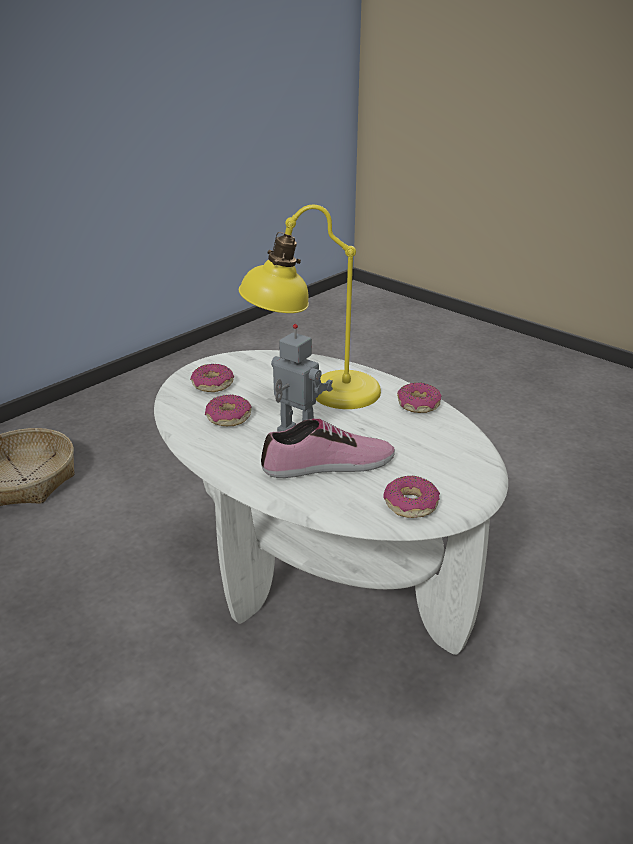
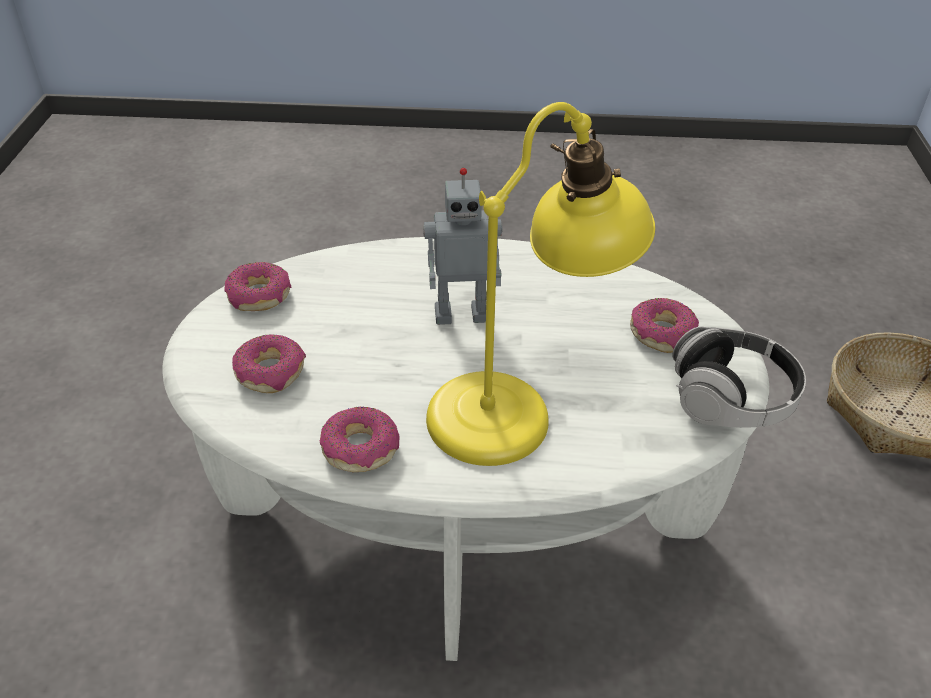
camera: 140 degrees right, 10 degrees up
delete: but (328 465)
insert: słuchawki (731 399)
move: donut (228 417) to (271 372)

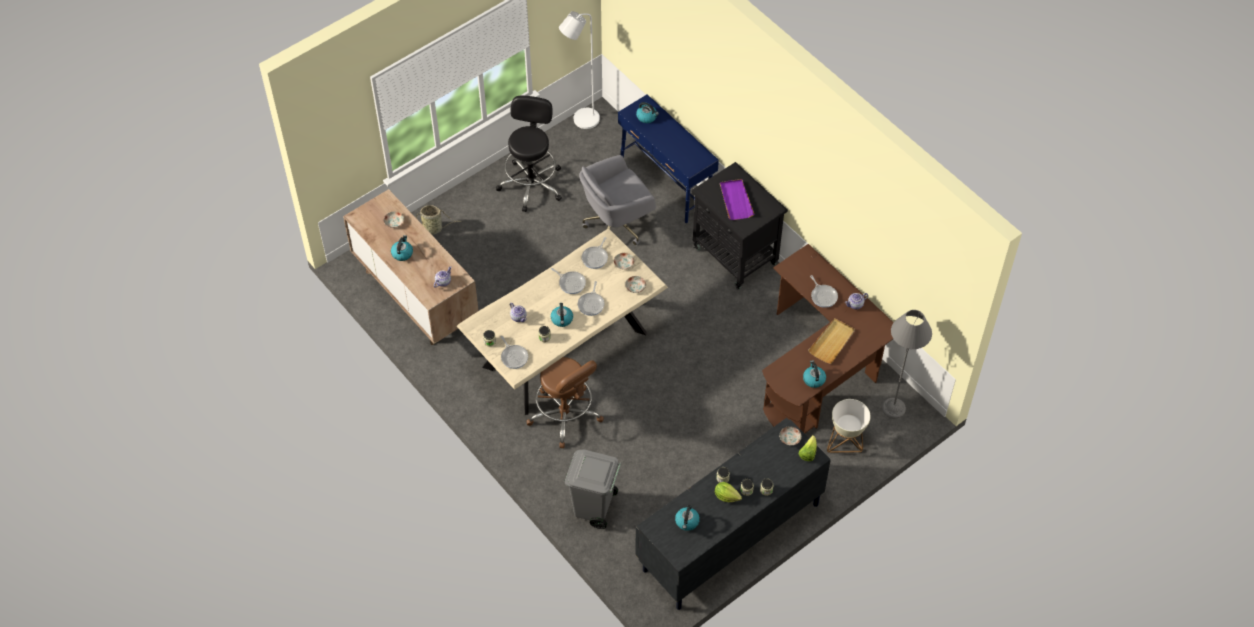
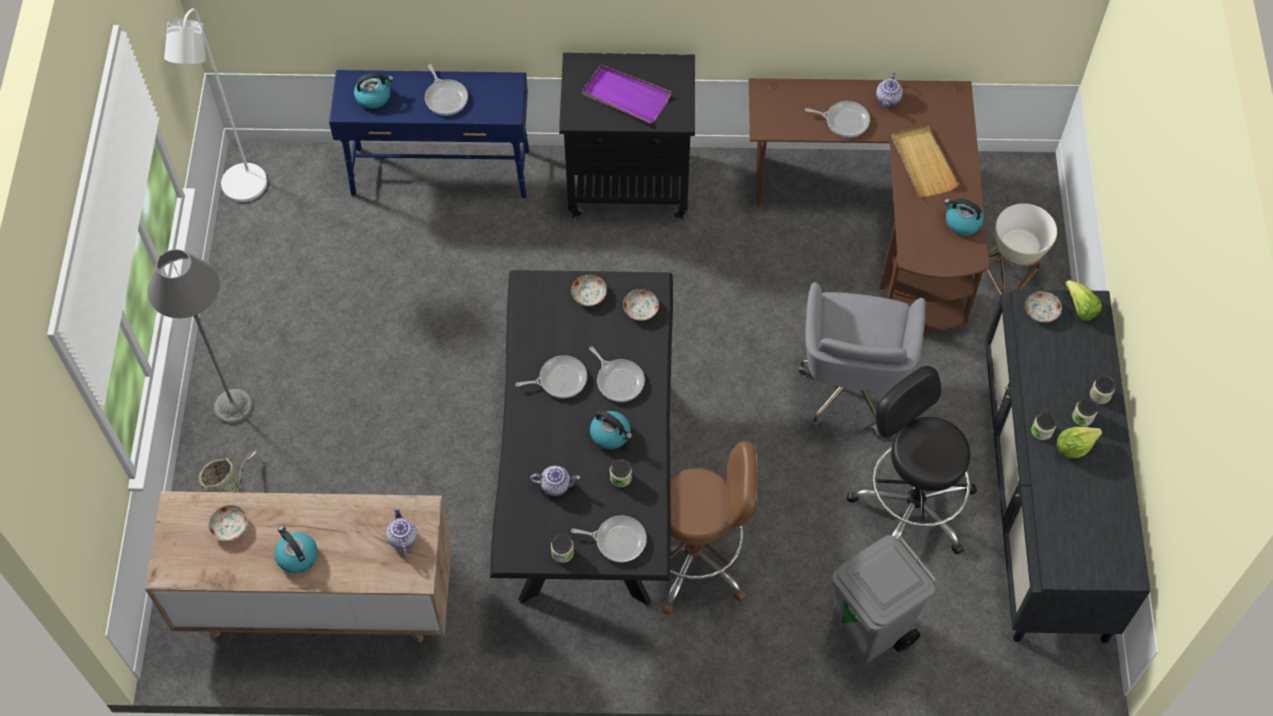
camera: 50 degrees left, 5 degrees up
delete: czajnik (687 522)
move: lampa stojąca (szary) (893 408) to (234 406); patelnia (595 257) to (446 97); krzesło biurowe (szary) (617 227) to (850 386); stołek (czarny) (531 184) to (911 505)
recolor: stół jadalny (beżowy) (565 350) to stół jadalny (czarny) (589 480)

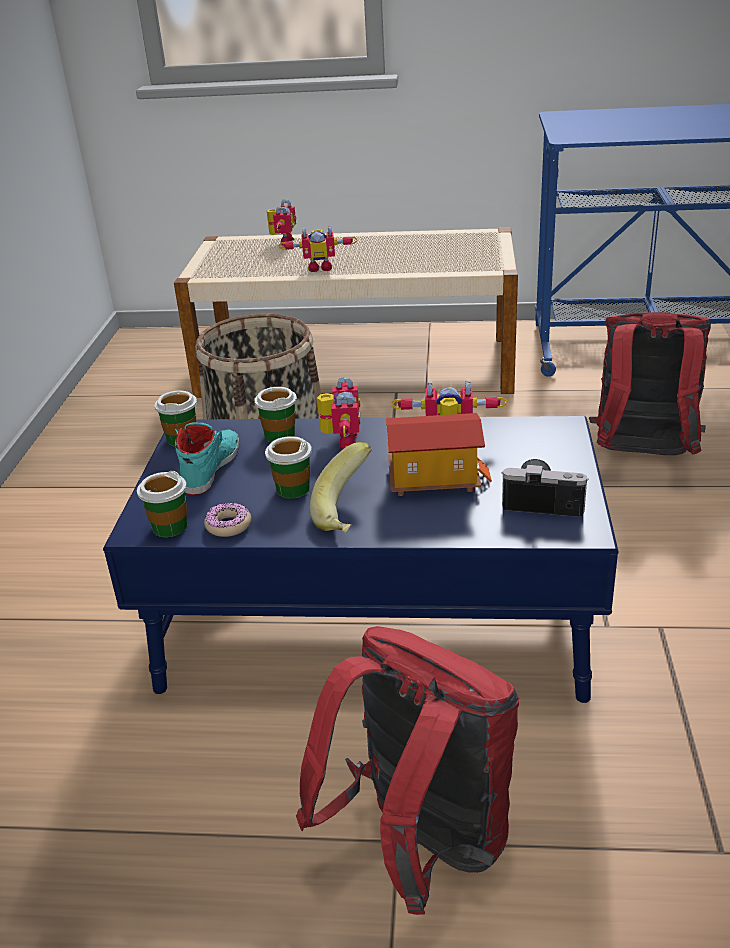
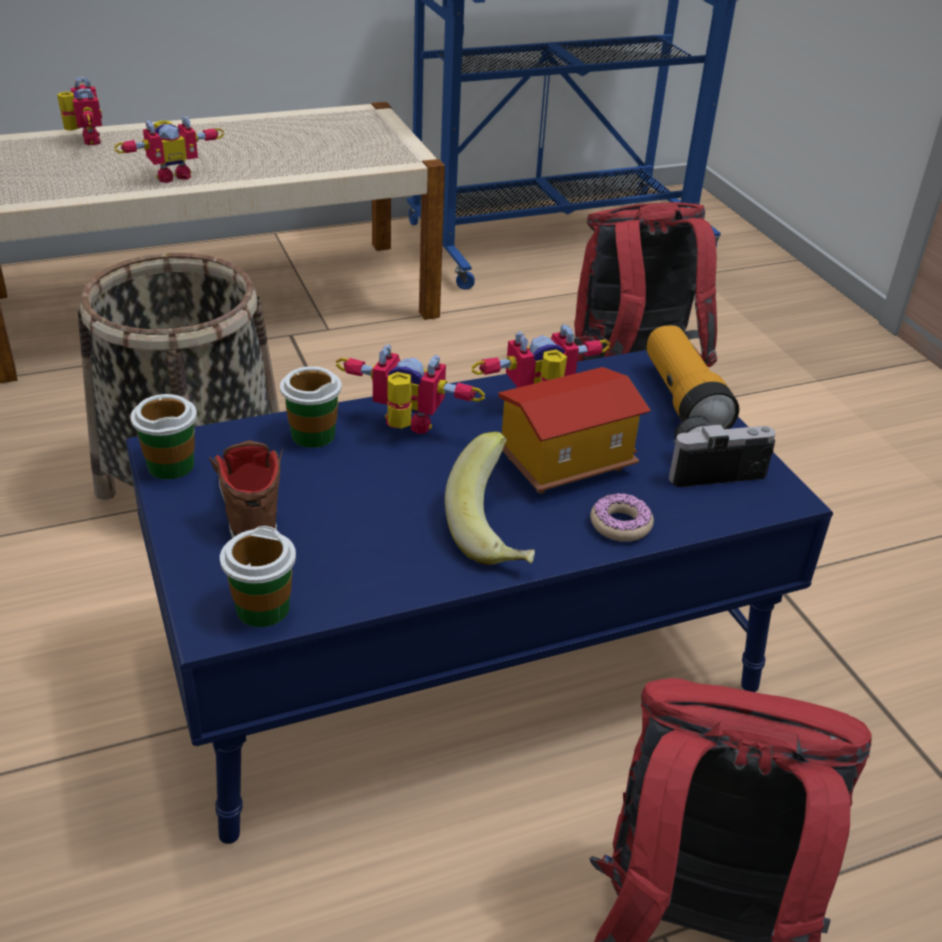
camera: 30 degrees left, 5 degrees up
delete: filiżanka (292 489)
insert: latarka (683 400)
move: donut (228 525) to (620 524)
recolor: but (turkusowy) (210 467) to but (brązowy) (250 502)
rotate: robot zabawkowy (341 441) = (405 429) 45 degrees counterclockwise

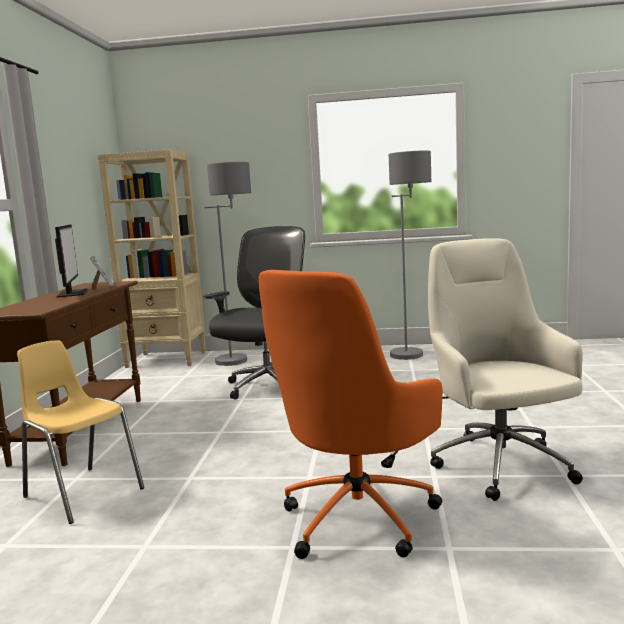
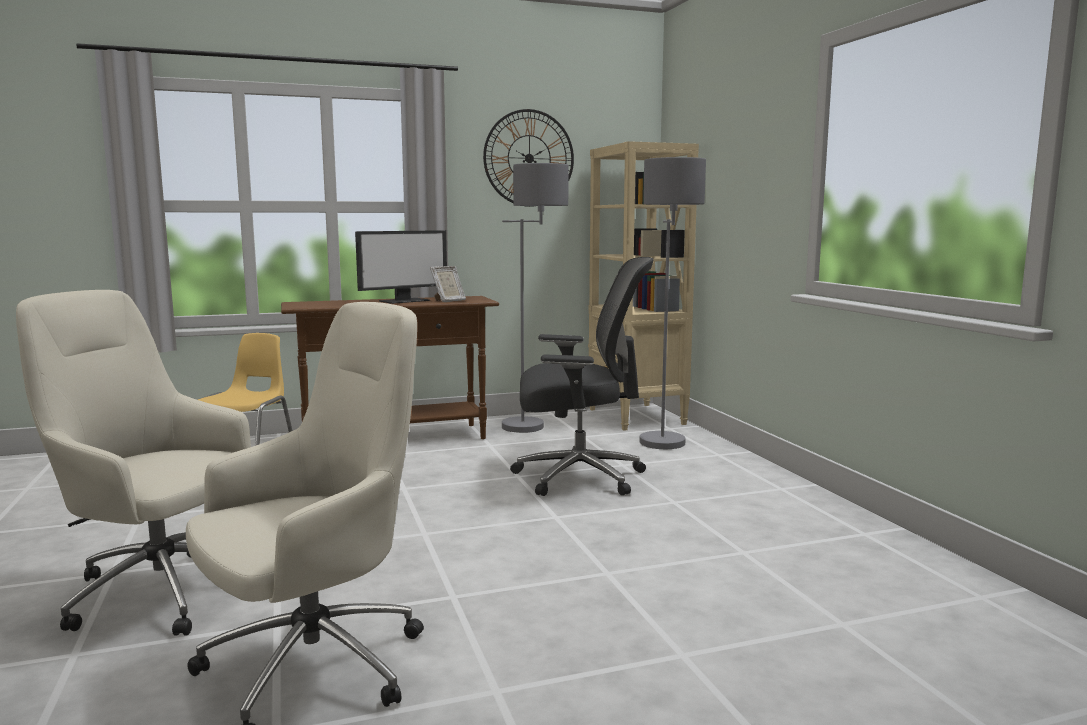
camera: 65 degrees right, 0 degrees up
insert: zegar ścienny (529 158)
move: lampa stojąca (szary) (412 353) to (534 428)
recolor: krzesło biurowe (pomarańczowy) (357 520) to krzesło biurowe (beżowy) (161 594)

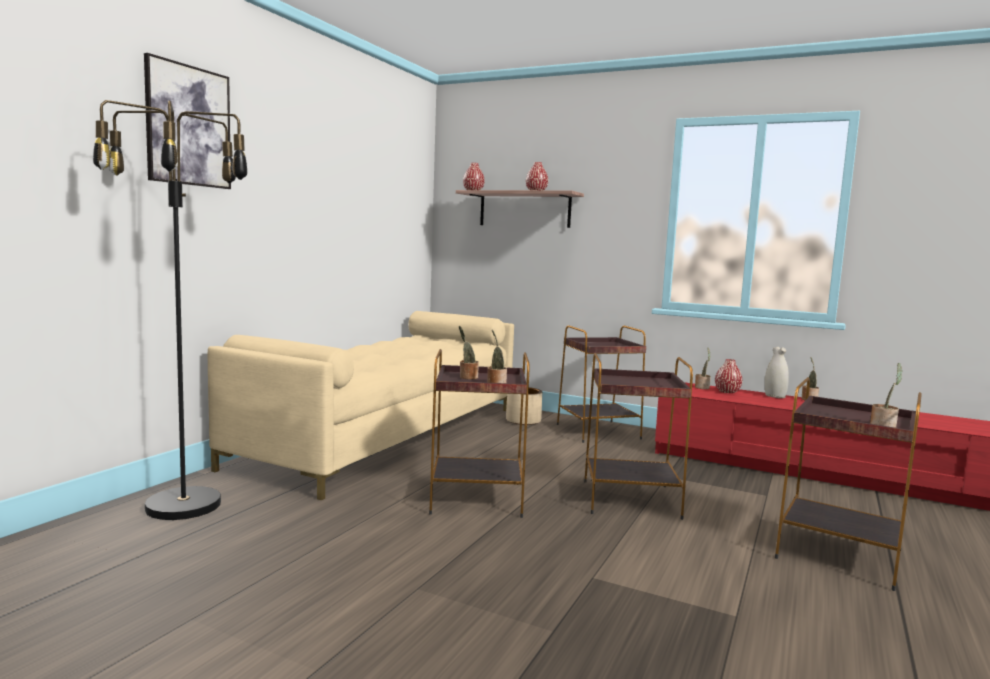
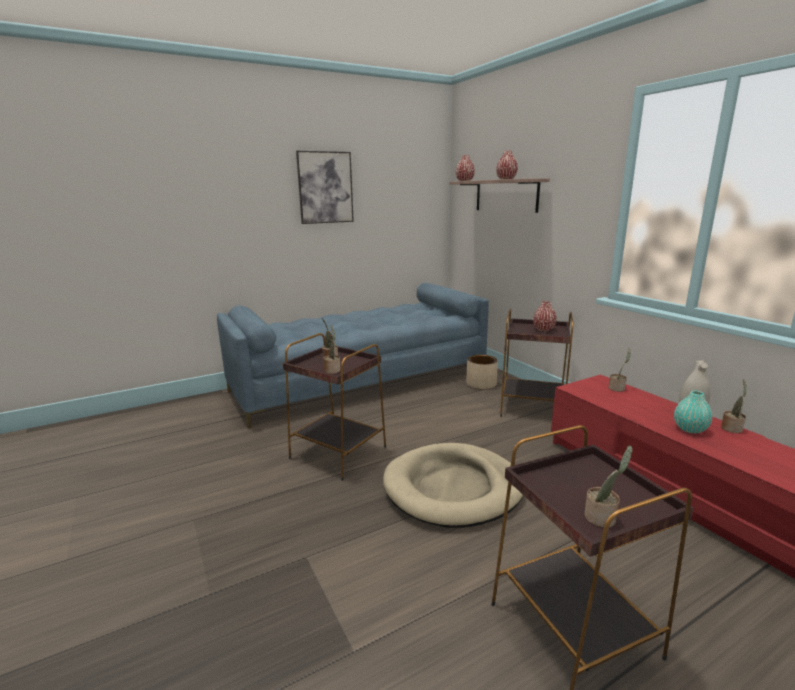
camera: 35 degrees right, 10 degrees up
delete: lampa stojąca (183 506)
insert: wazon (turkusowy) (689 429)
move: obraz (188 126) to (325 187); wazon (czerwony) (727 391) to (543 329)
replace: stolik (brązowy) (631 499) to legowisko (beżowy) (453 488)
recolor: kanapa (beżowy) (386 435) to kanapa (niebieski) (361 380)

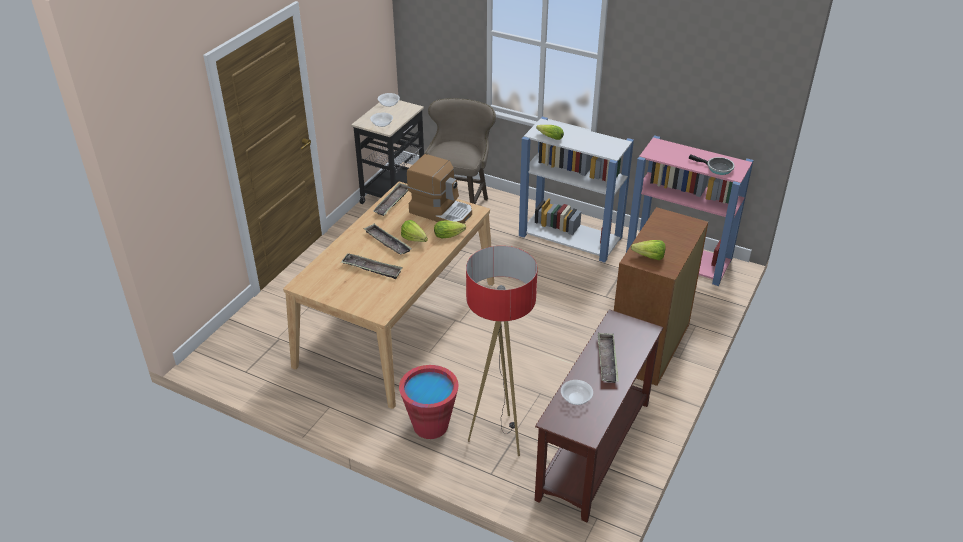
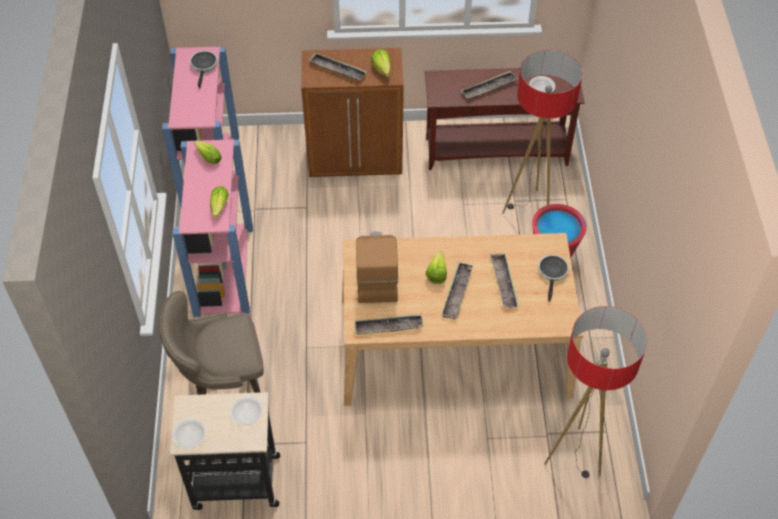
camera: 120 degrees left, 15 degrees up
insert: taca (337 69); patelnia (552 273); lampa stojąca (574 456)
move: sałata (450 235) to (207 156)
recolor: regał (biały) (570 237) to regał (różowy) (224 269)

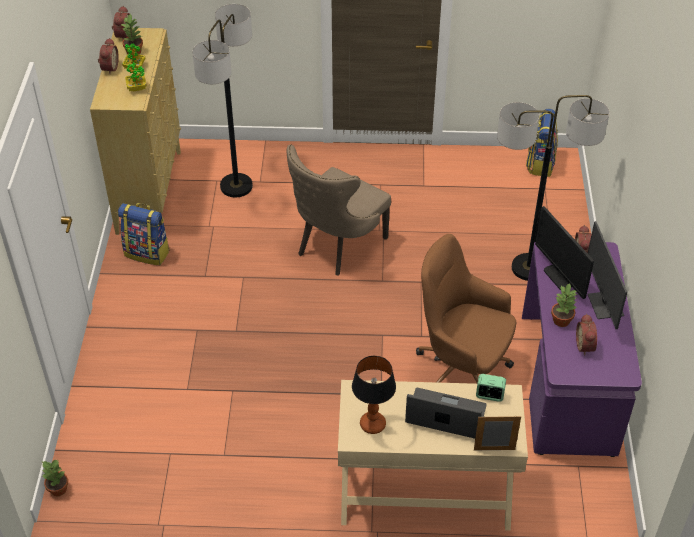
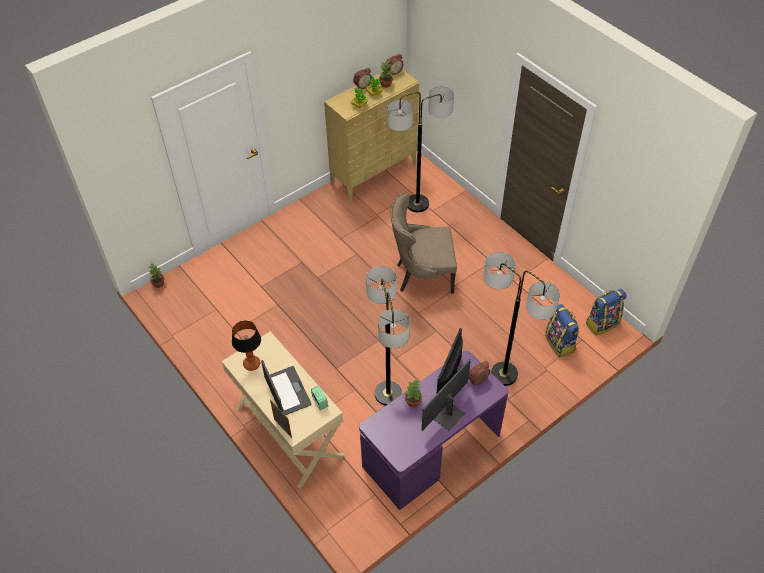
camera: 50 degrees right, 5 degrees up
delete: budzik (586 346)
move: plecak (148 253) to (560 343)
replace: krzesło biurowe (brązowy) (461 372) to lampa stojąca (388 393)

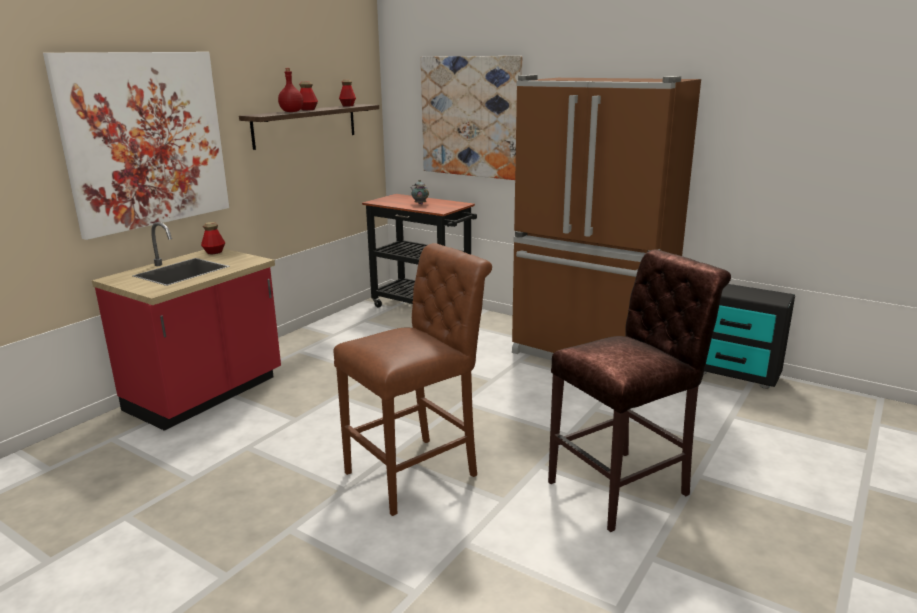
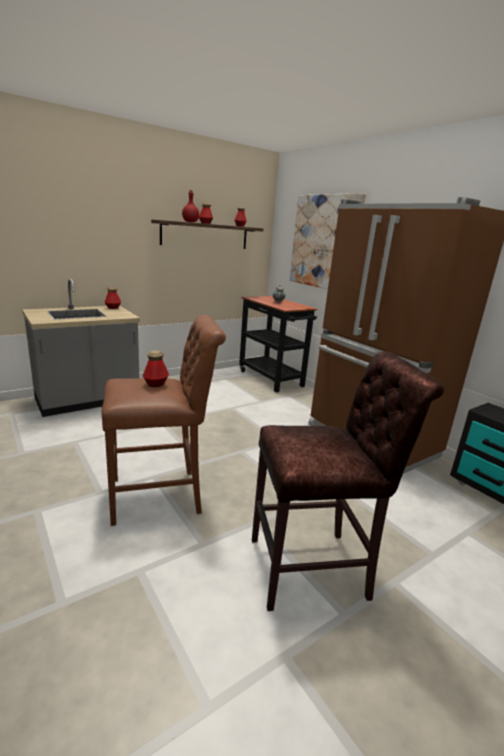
camera: 20 degrees right, 0 degrees up
delete: obraz (146 140)
insert: butelka (156 384)
recolor: zabudowa kuchenna (czerwony) (206 395) to zabudowa kuchenna (szary) (88 401)

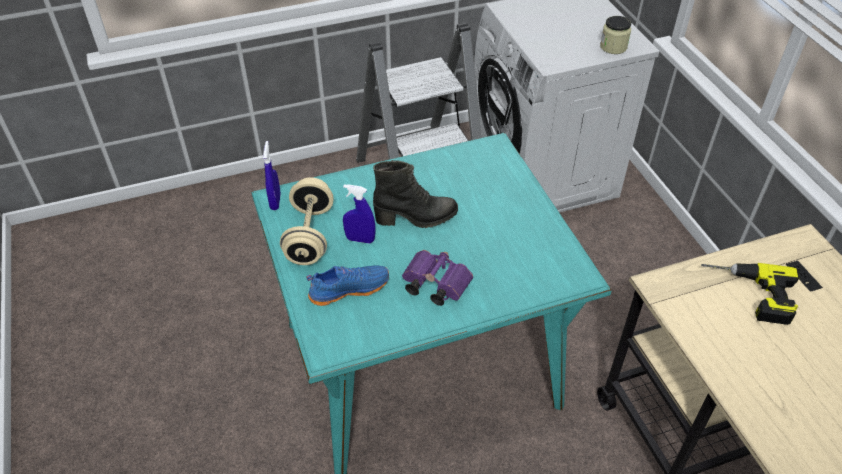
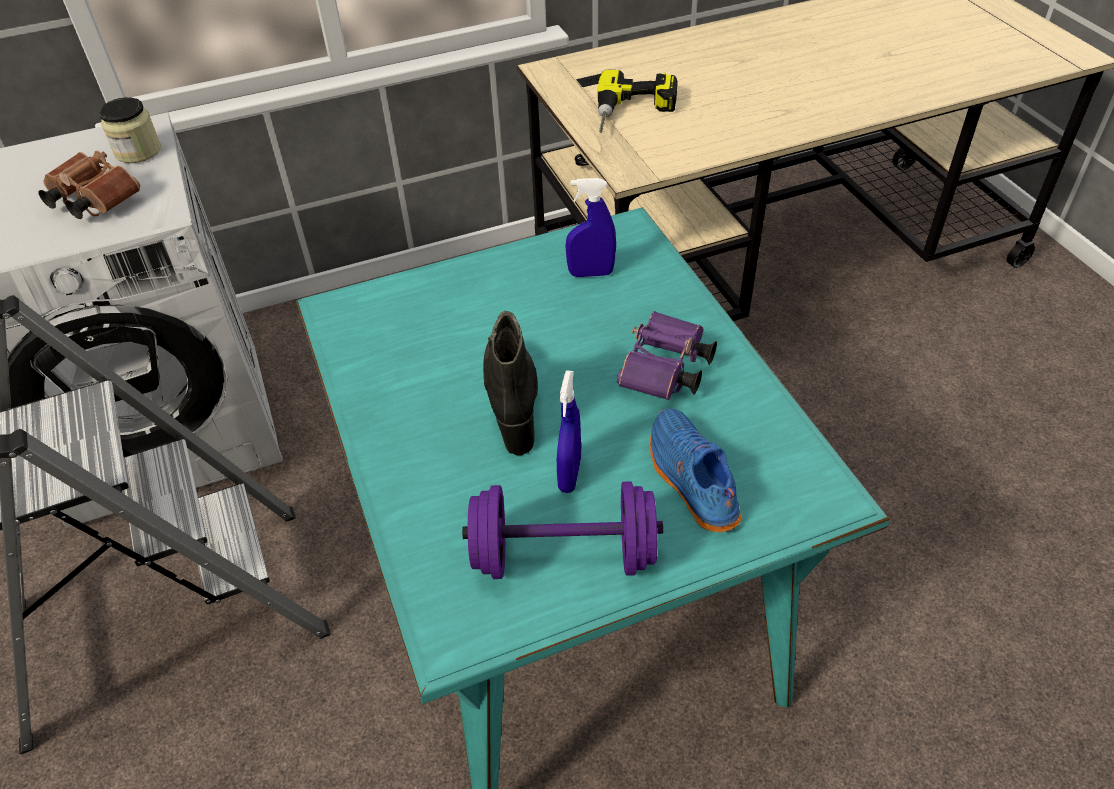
camera: 90 degrees left, 0 degrees up
insert: lornetka (brązowy) (92 200)
move: spryskiwacz (niebieski) (275 202) to (591 273)
recolor: hantel (beżowy) (309 235) to hantel (fioletowy) (563 556)

